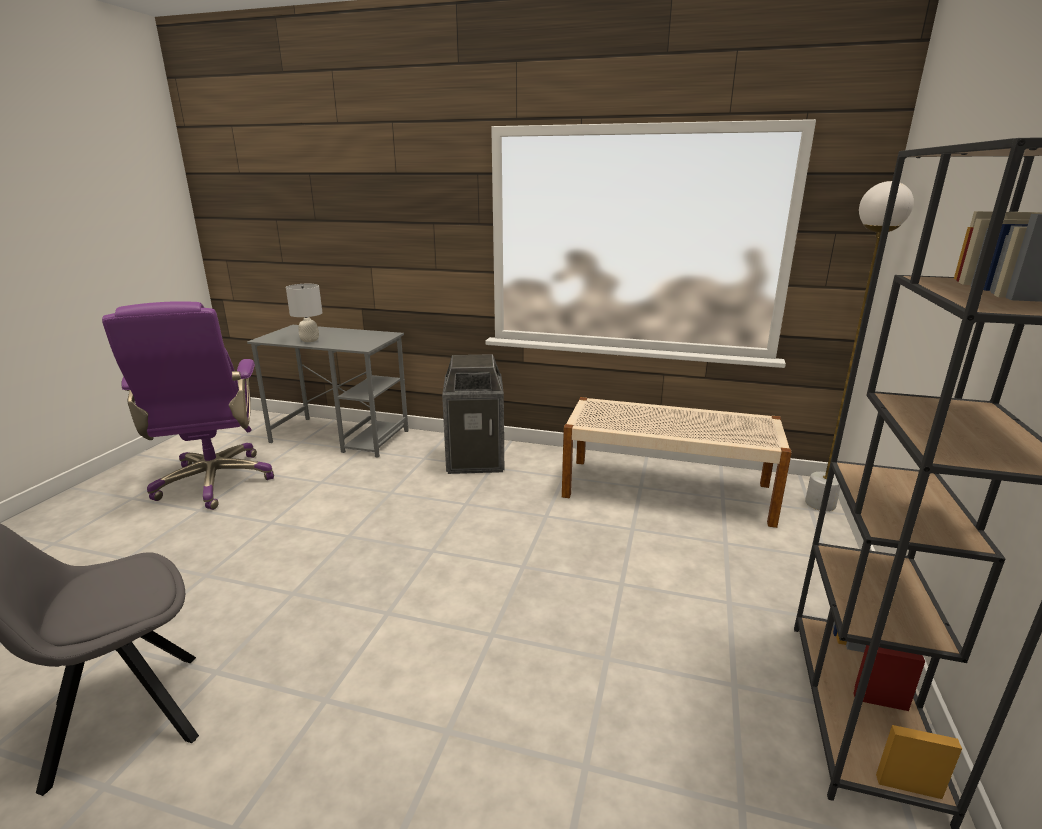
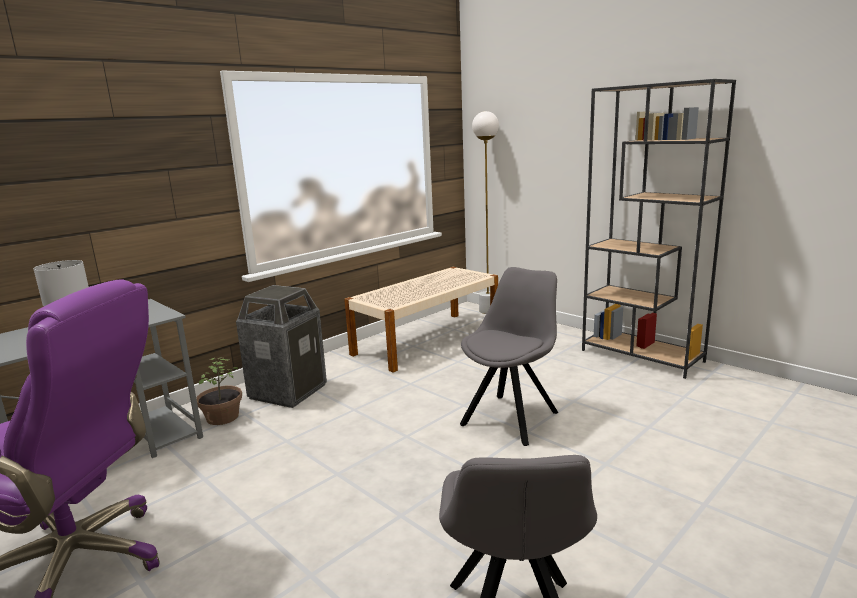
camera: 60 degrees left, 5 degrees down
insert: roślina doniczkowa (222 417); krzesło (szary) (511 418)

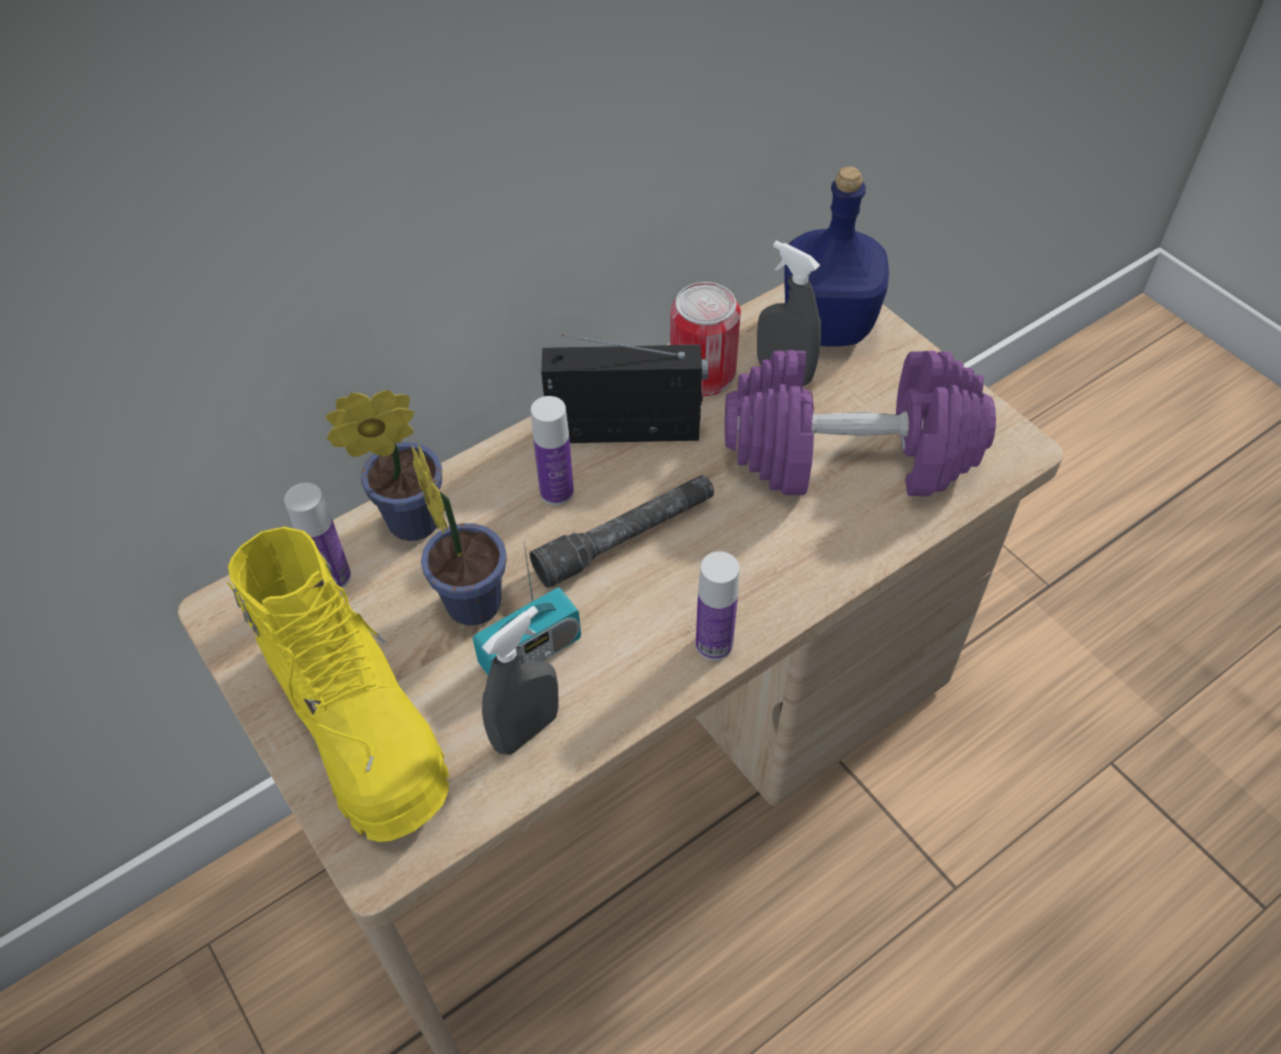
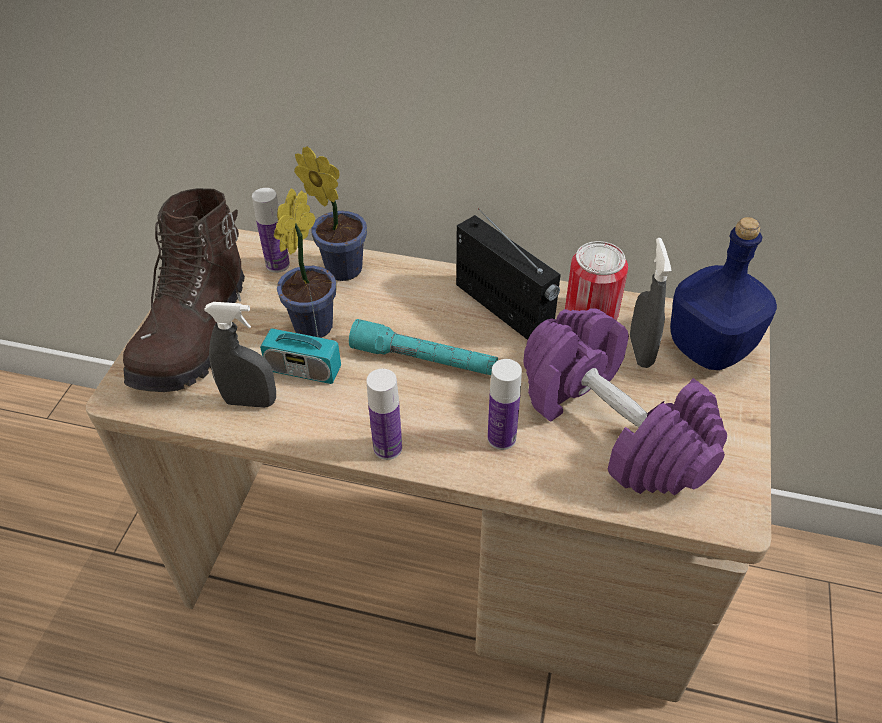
camera: 50 degrees right, 5 degrees down
move: butelka (556 492) to (501 438)
recolor: but z cholewką (żółty) (360 726) to but z cholewką (brązowy) (195 335); latarka (szary) (626 538) to latarka (turkusowy) (424 360)

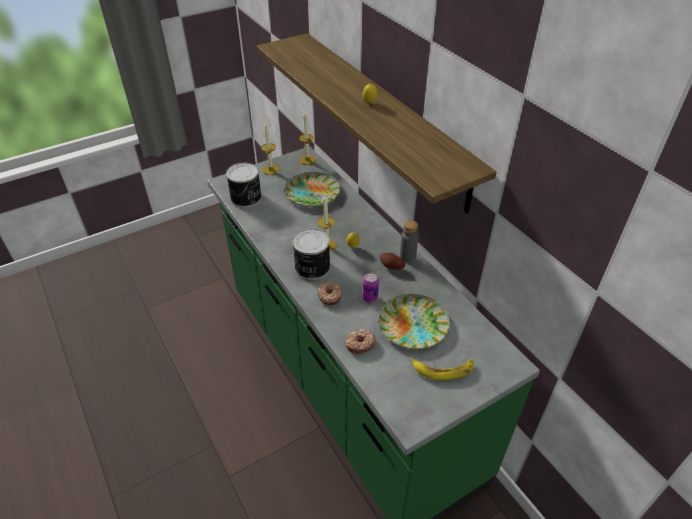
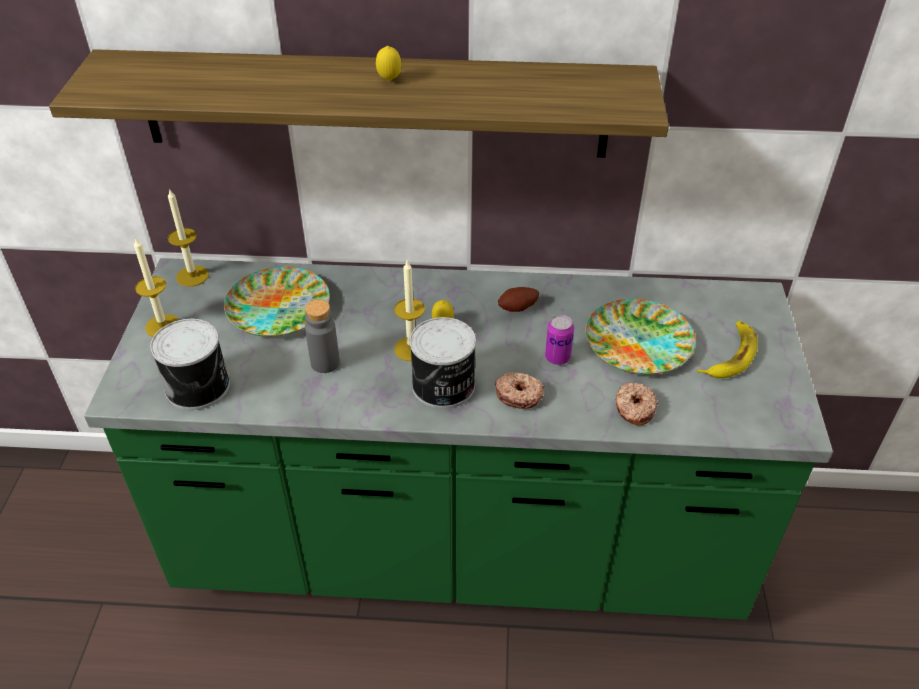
camera: 55 degrees left, 0 degrees up
move: butelka (szary) (407 256) to (325 363)

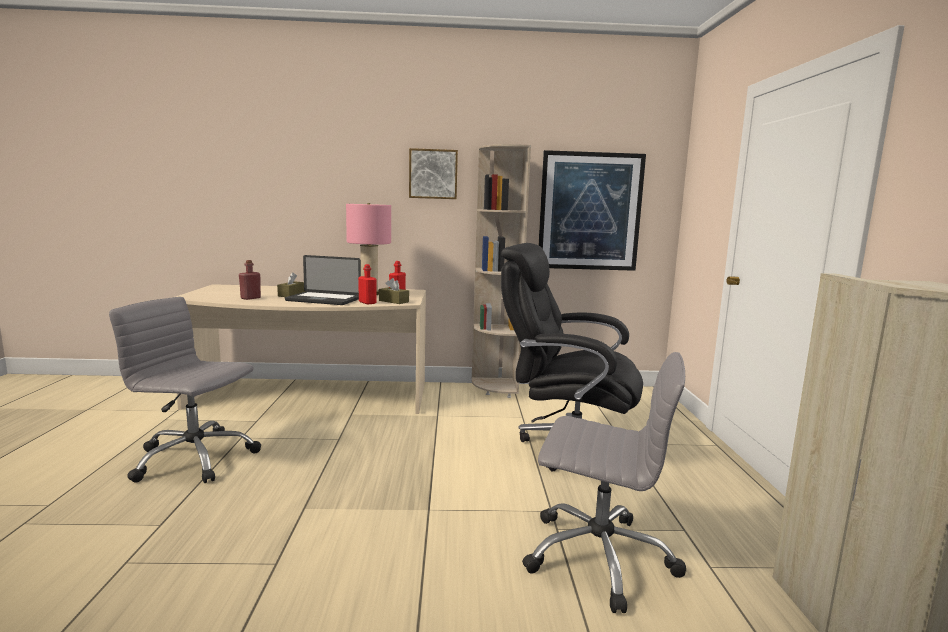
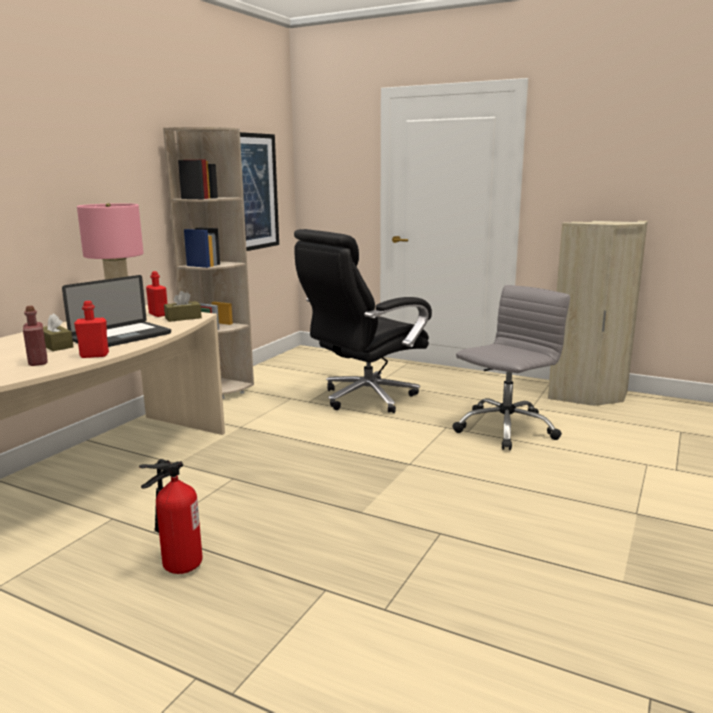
camera: 60 degrees left, 5 degrees up
delete: obraz (433 174)
move: butelka (czerwony) (367 302) to (94 355)
replace: krzesło biurowe (szary) (194 458) to gaśnica (177 566)

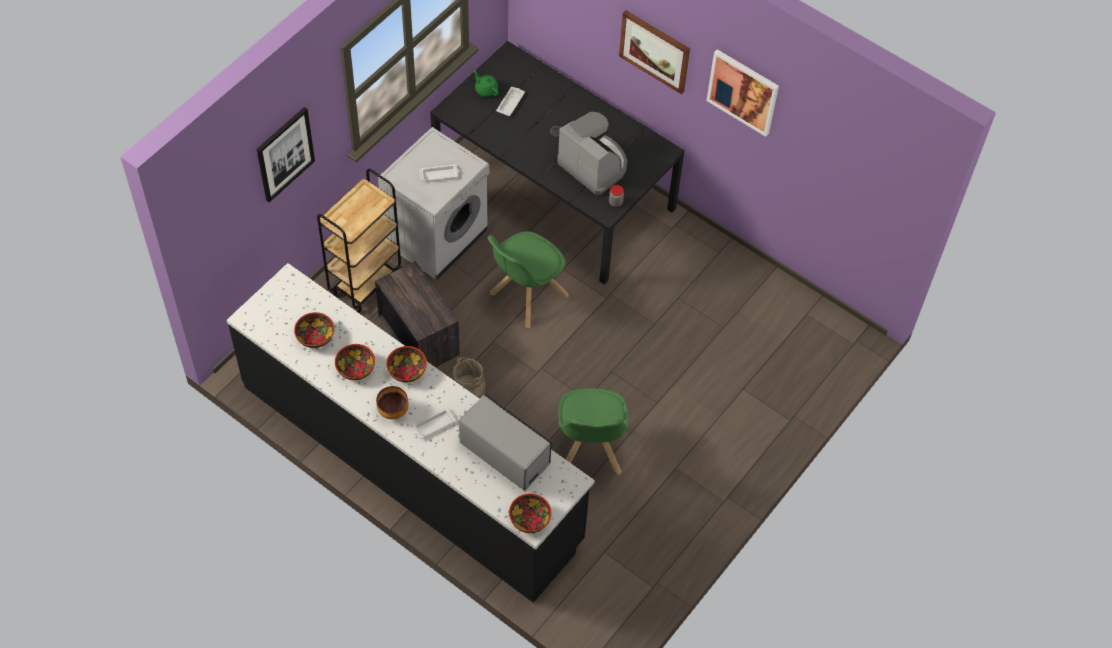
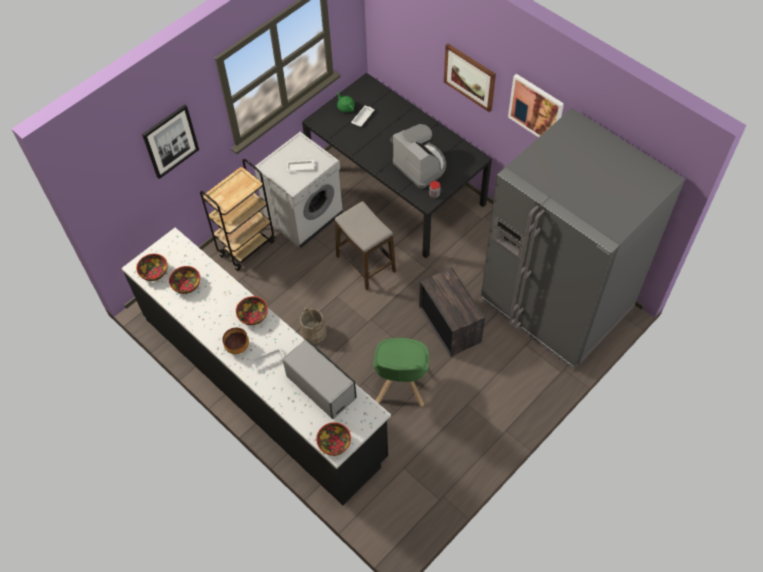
camera: 10 degrees right, 0 degrees up
insert: lodówka (szary) (556 304)
move: miska (355 369) to (154 272); skrzynka (420 336) to (450 325)
replace: krzesło (zielony) (526 297) to stołek (365 264)

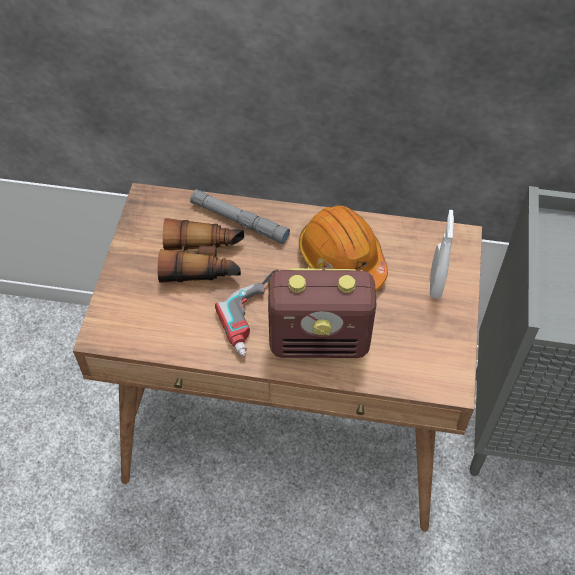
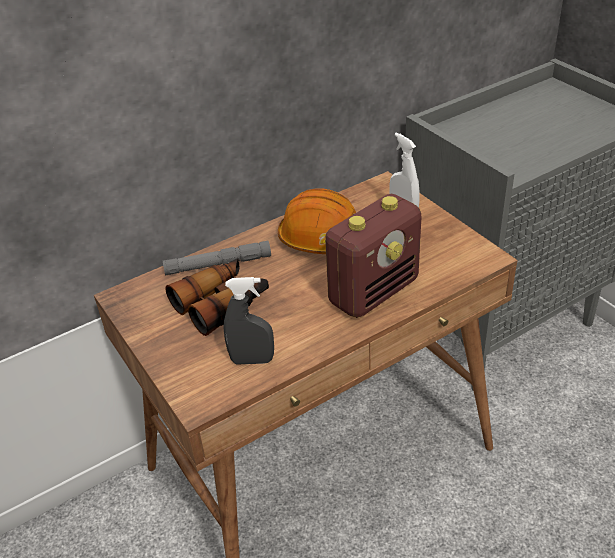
camera: 40 degrees left, 15 degrees down
delete: wiertarka (258 316)
insert: spryskiwacz (szary) (252 360)

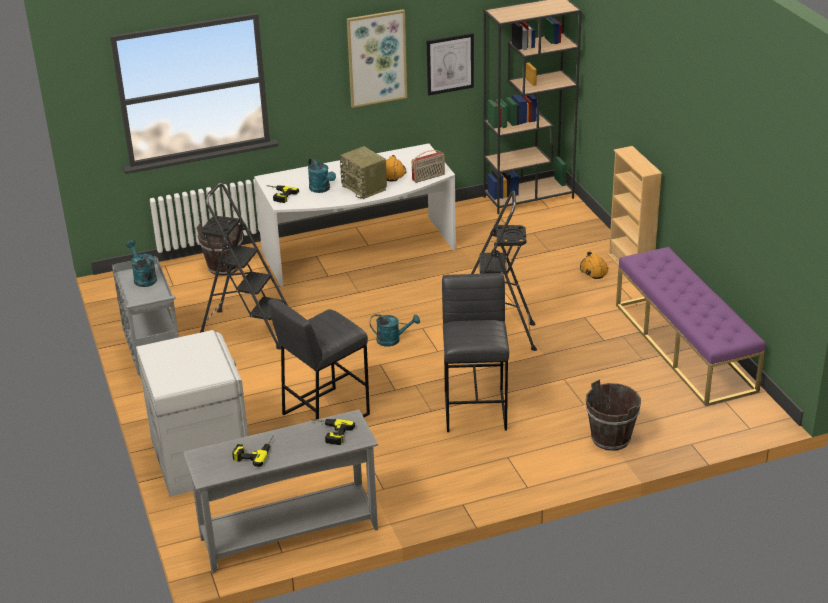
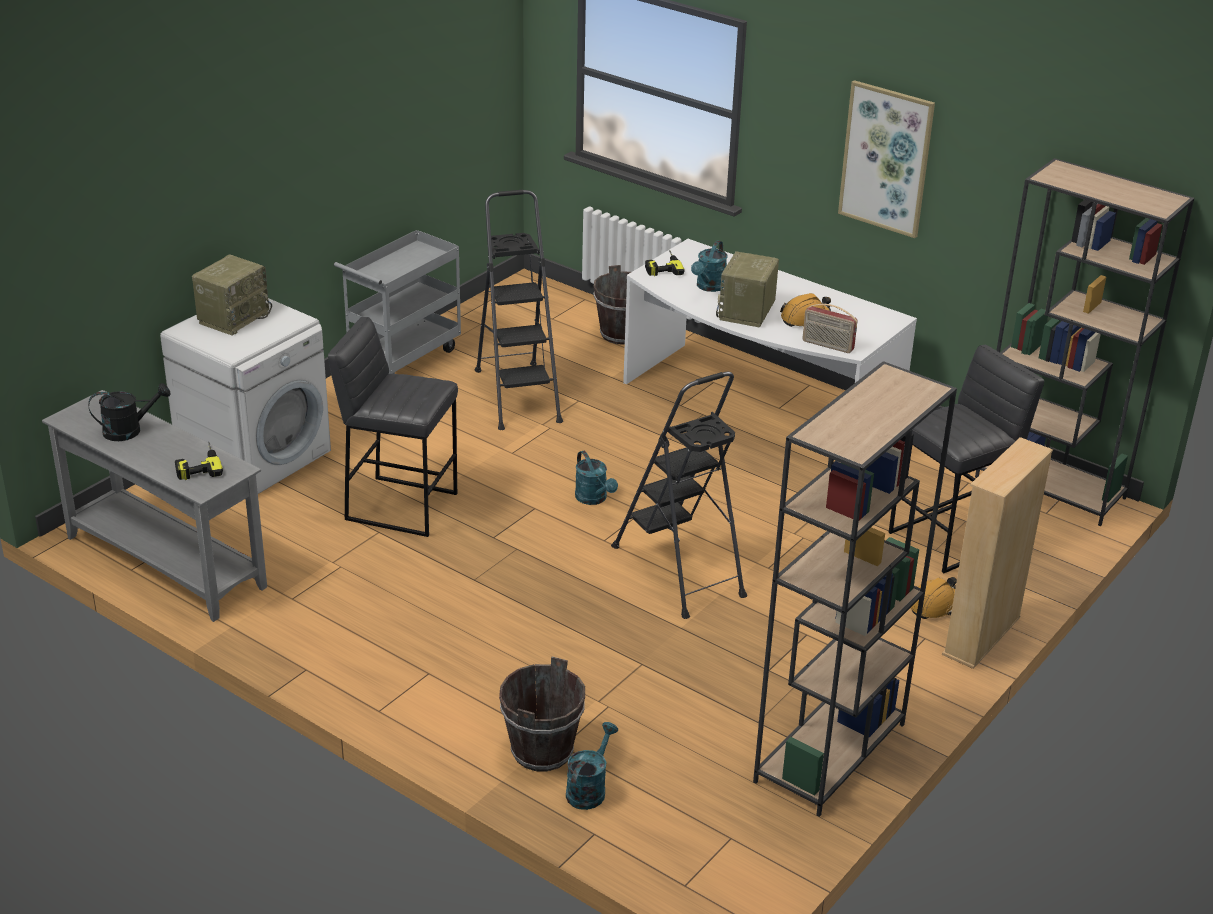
camera: 55 degrees right, 0 degrees up
delete: obraz (450 64)
insert: radio (234 317)
move: konewka (turkusowy) (143 278) to (589 789); stołek (szary) (475 410) to (950 538)
replace: wiertarka (254 451) to konewka (czarny) (129 430); ławka (fioletowy) (684 347) to regał (830 754)

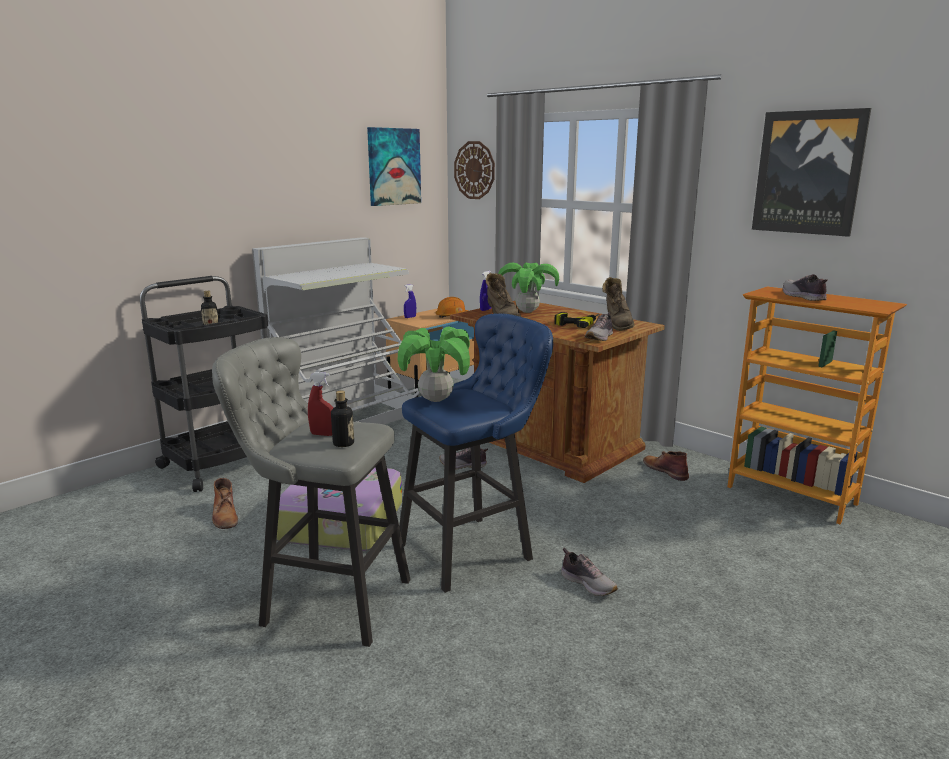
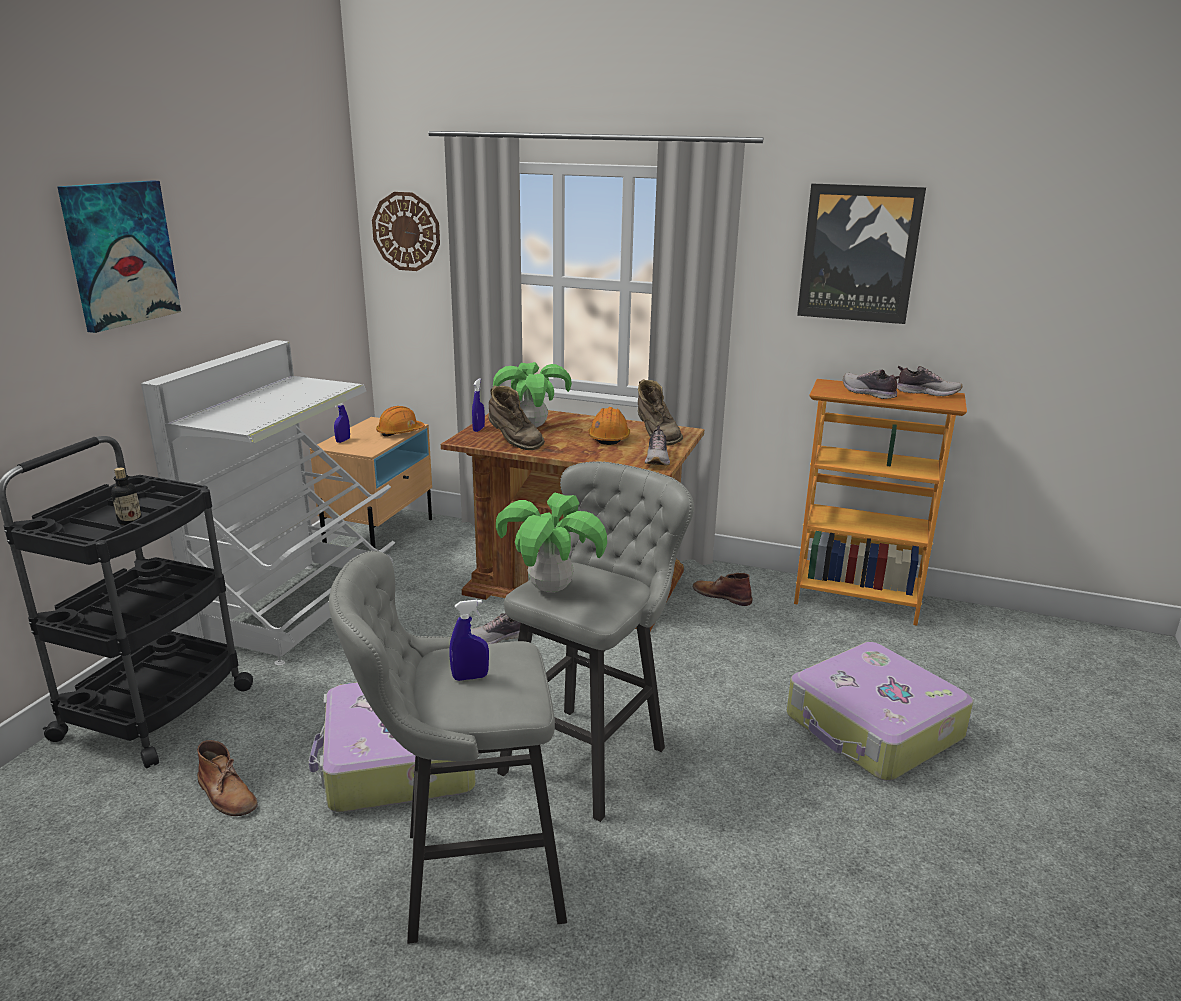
camera: 25 degrees left, 5 degrees up
delete: butelka (343 443)
insert: walizka (873 728)
move: obraz (393 166) to (120 254); but (588 583) to (926 393)
replace: wiertarka (577 322) to kask (pomarańczowy) (609 438)
recolor: spryskiwacz (czerwony) (323 434) to spryskiwacz (niebieski) (470 677); stołek (niebieski) (477 547) to stołek (szary) (594 749)

